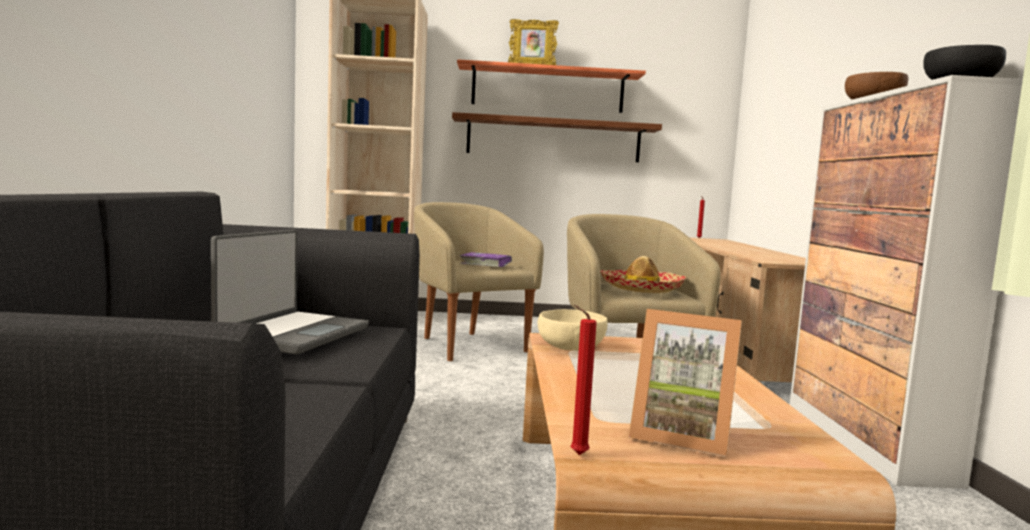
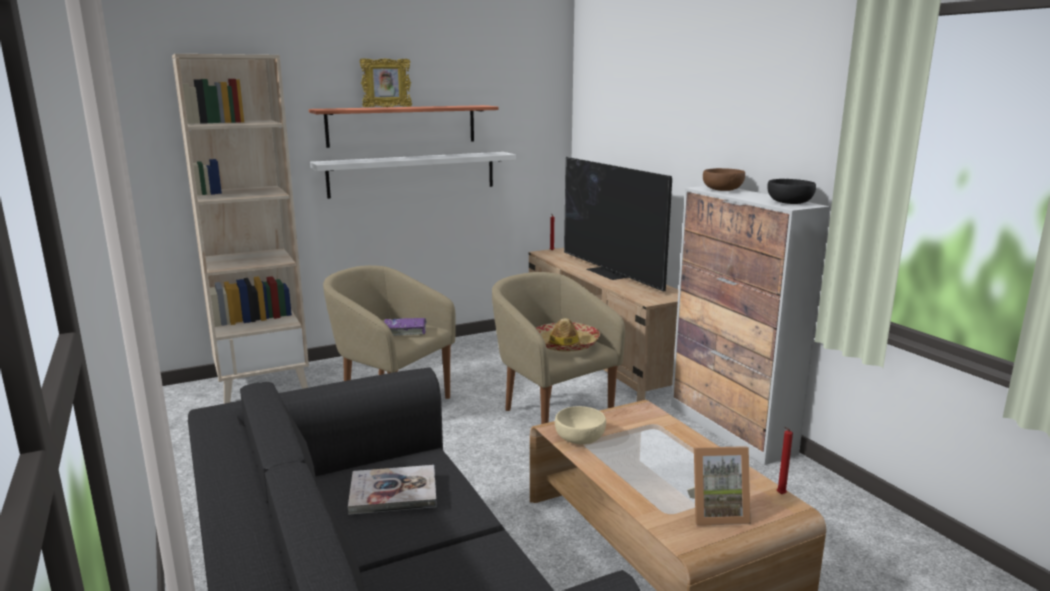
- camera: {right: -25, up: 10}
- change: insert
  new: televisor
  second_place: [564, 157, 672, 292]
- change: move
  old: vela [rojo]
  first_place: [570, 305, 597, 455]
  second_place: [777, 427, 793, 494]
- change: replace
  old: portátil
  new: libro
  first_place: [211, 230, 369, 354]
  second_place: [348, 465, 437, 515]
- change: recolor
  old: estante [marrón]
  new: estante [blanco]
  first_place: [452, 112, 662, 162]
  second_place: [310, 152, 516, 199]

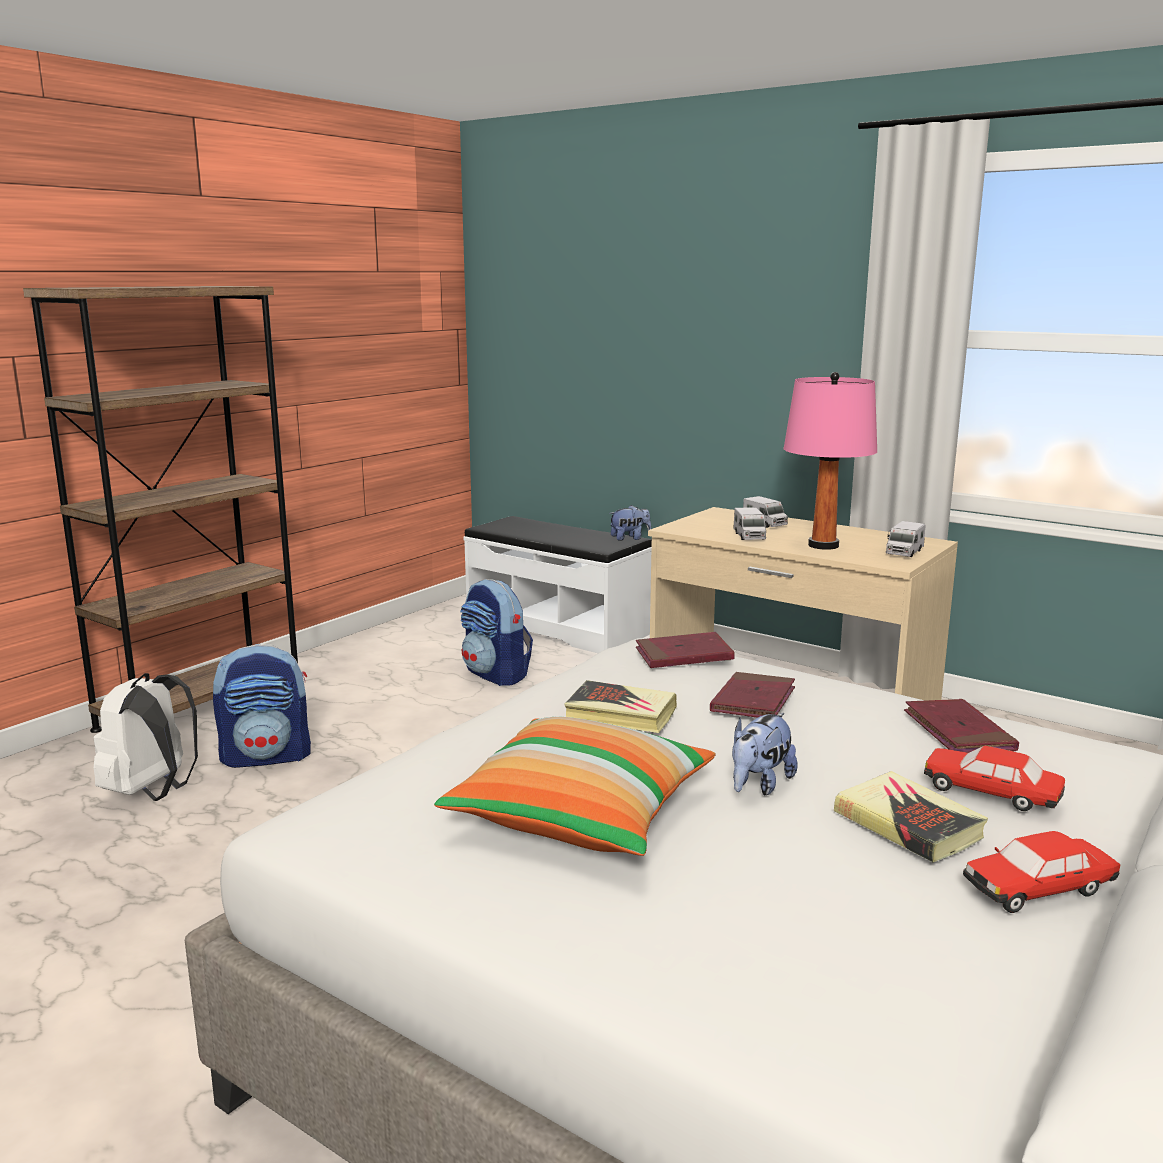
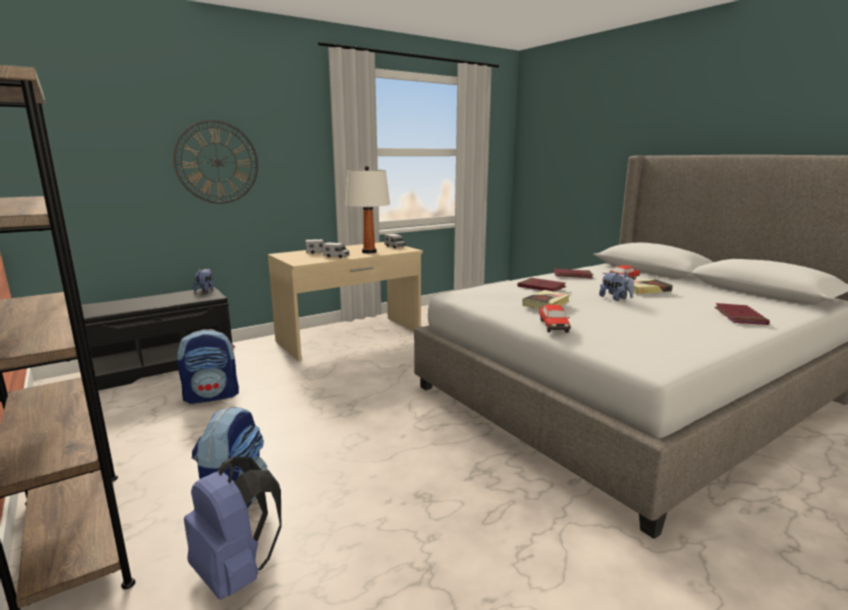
- camera: {right: -70, up: 0}
- change: delete
  old: cojín
  first_place: [434, 717, 716, 856]
- change: insert
  new: reloj de pared
  second_place: [173, 120, 258, 204]
- change: move
  old: libro [rojo]
  first_place: [636, 632, 735, 668]
  second_place: [715, 303, 770, 325]
- change: move
  old: coche de juguete
  first_place: [963, 831, 1120, 913]
  second_place: [539, 304, 571, 333]
- change: recolor
  old: mochila [blanco]
  new: mochila [azul]
  first_place: [94, 673, 198, 801]
  second_place: [184, 457, 281, 600]
- change: recolor
  old: banco [blanco]
  new: banco [negro]
  first_place: [463, 516, 652, 653]
  second_place: [81, 287, 233, 391]
- change: recolor
  old: lámpara de mesa [rosa]
  new: lámpara de mesa [blanco]
  first_place: [784, 372, 877, 550]
  second_place: [345, 166, 390, 253]

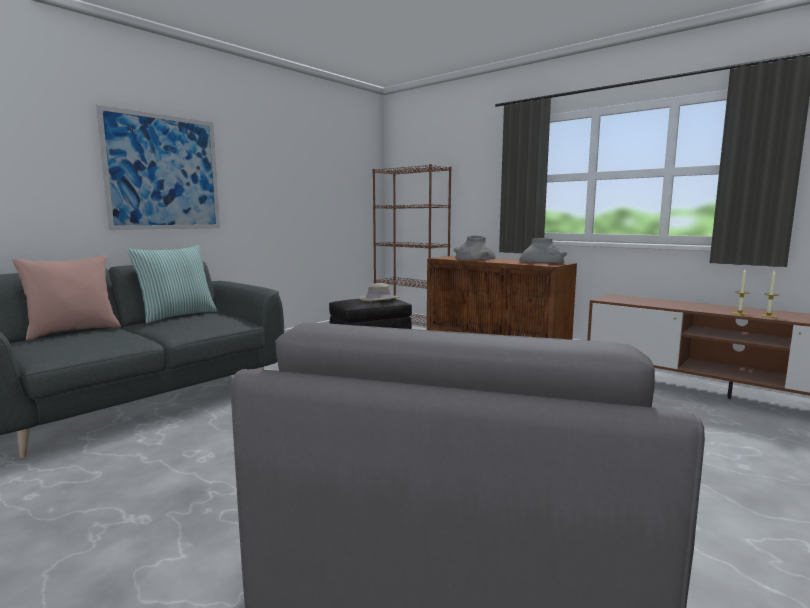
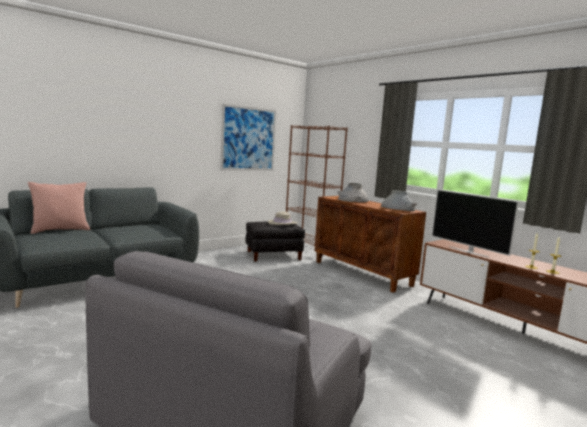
- camera: {right: 10, up: 0}
- change: delete
  old: cojín
  first_place: [127, 245, 218, 323]
- change: insert
  new: televisor
  second_place: [432, 189, 519, 257]
- change: move
  old: cuadro
  first_place: [96, 105, 220, 230]
  second_place: [220, 104, 276, 171]

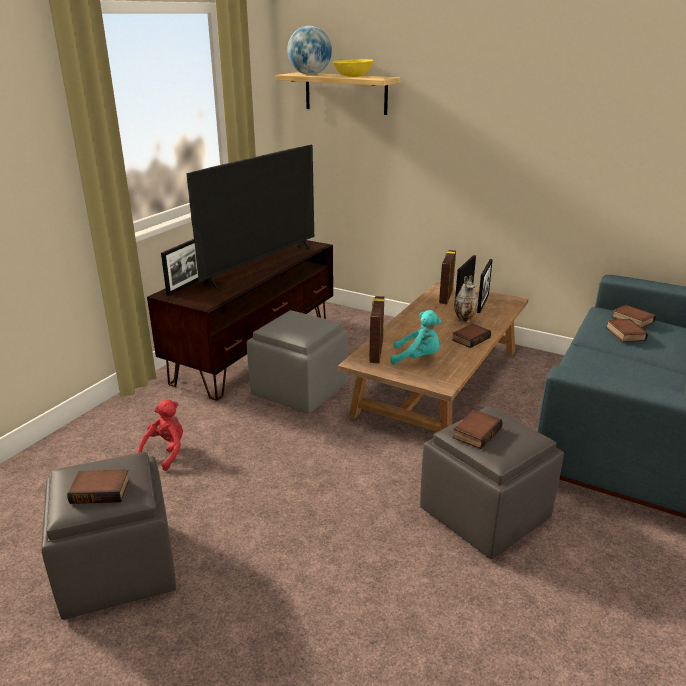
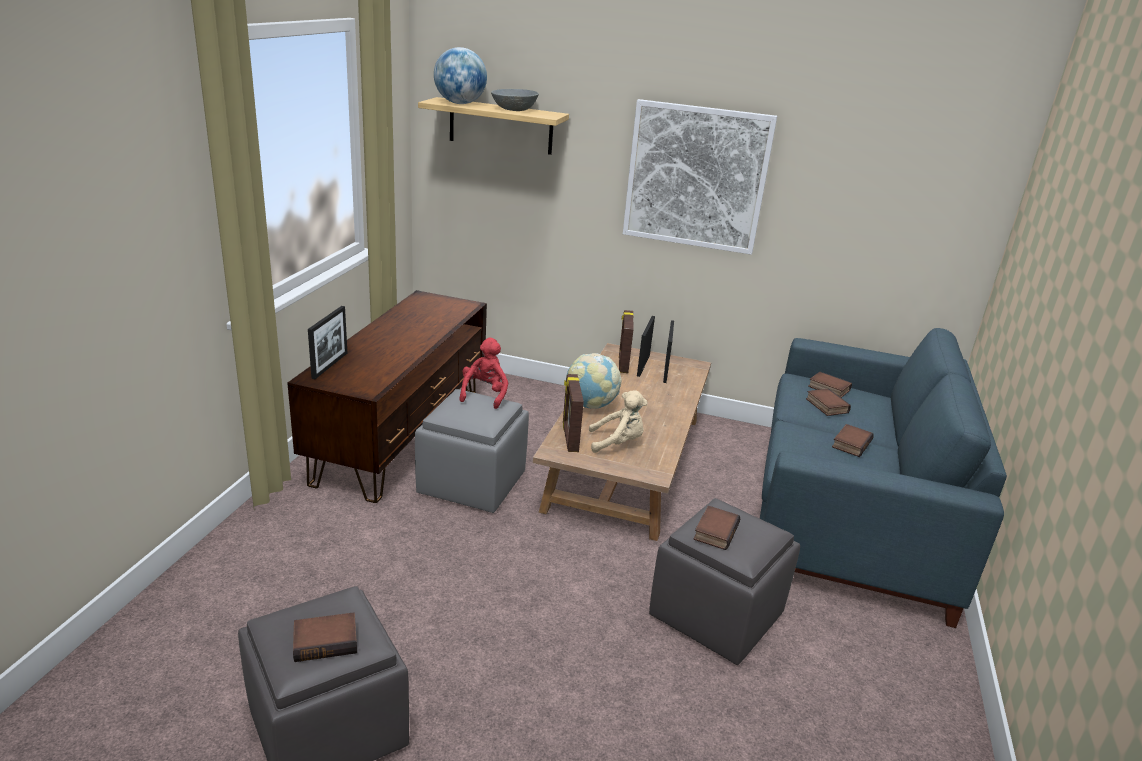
- camera: {right: -15, up: 0}
- change: delete
  old: televisor
  first_place: [186, 145, 314, 289]
- change: delete
  old: florero
  first_place: [454, 275, 478, 323]
- change: insert
  new: globo terráqueo
  second_place: [567, 353, 622, 409]
- change: insert
  new: cuadro
  second_place: [623, 99, 777, 255]
- change: move
  old: peluche [rojo]
  first_place: [136, 399, 183, 471]
  second_place: [459, 337, 508, 409]
- change: move
  old: libro
  first_place: [452, 324, 491, 348]
  second_place: [832, 424, 874, 457]
- change: recolor
  old: cuenco [amarillo]
  new: cuenco [gris]
  first_place: [333, 59, 374, 77]
  second_place: [491, 89, 539, 111]
- change: recolor
  old: peluche [turquesa]
  new: peluche [beis]
  first_place: [390, 310, 441, 365]
  second_place: [589, 390, 647, 453]

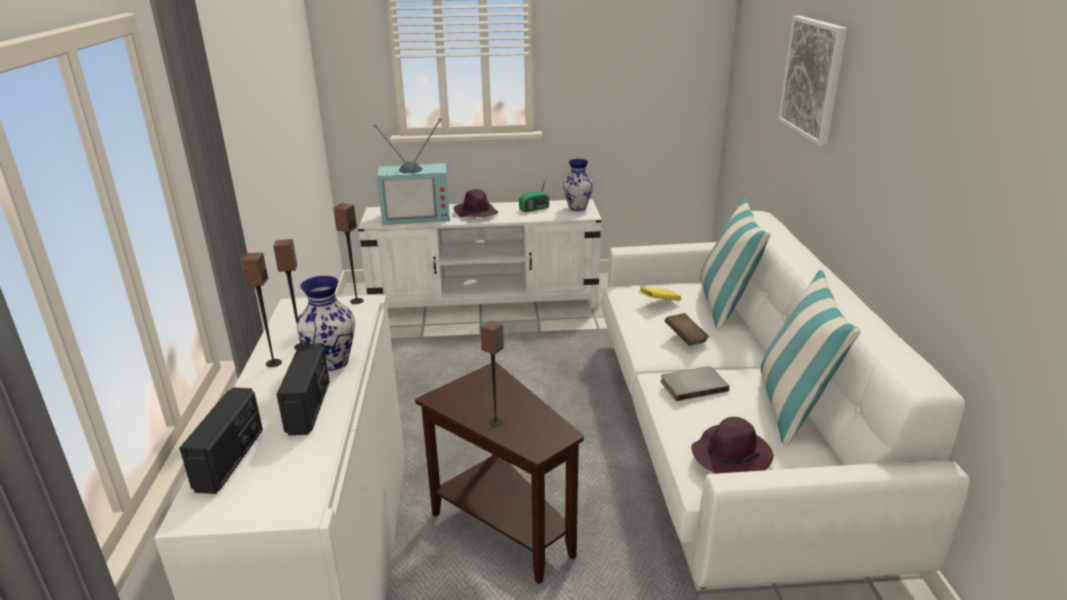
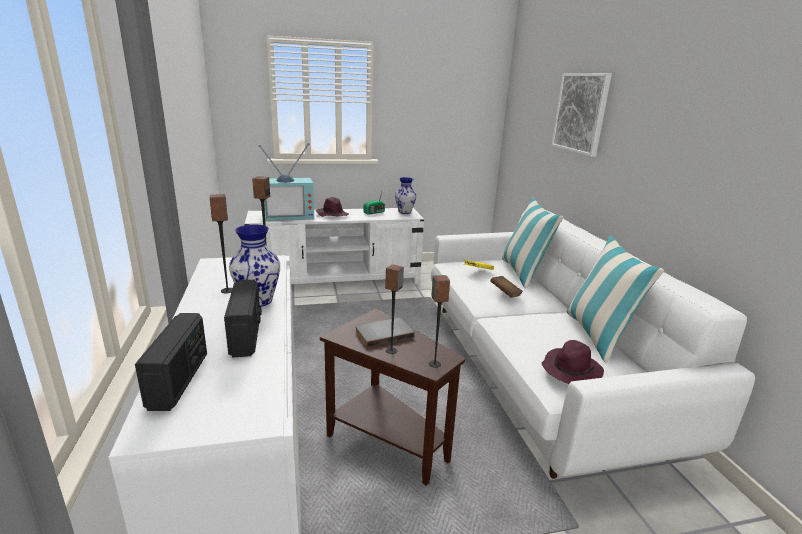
- camera: {right: -10, up: -5}
- change: move
  old: altavoz
  first_place: [240, 253, 282, 367]
  second_place: [429, 275, 450, 368]
- change: move
  old: libro [gris]
  first_place: [660, 366, 730, 401]
  second_place: [355, 317, 415, 347]

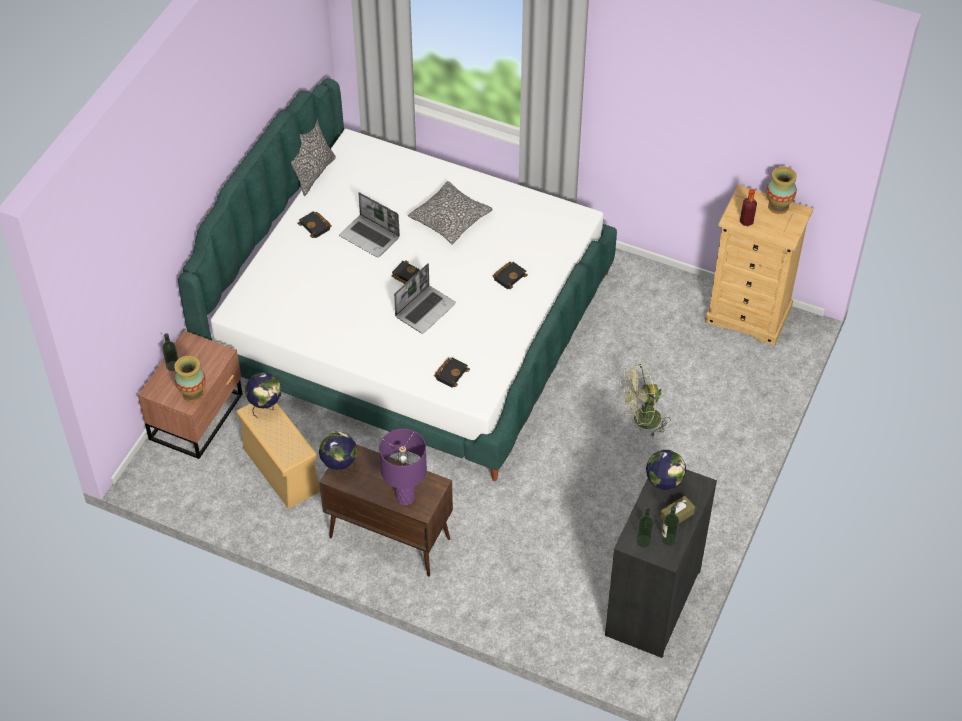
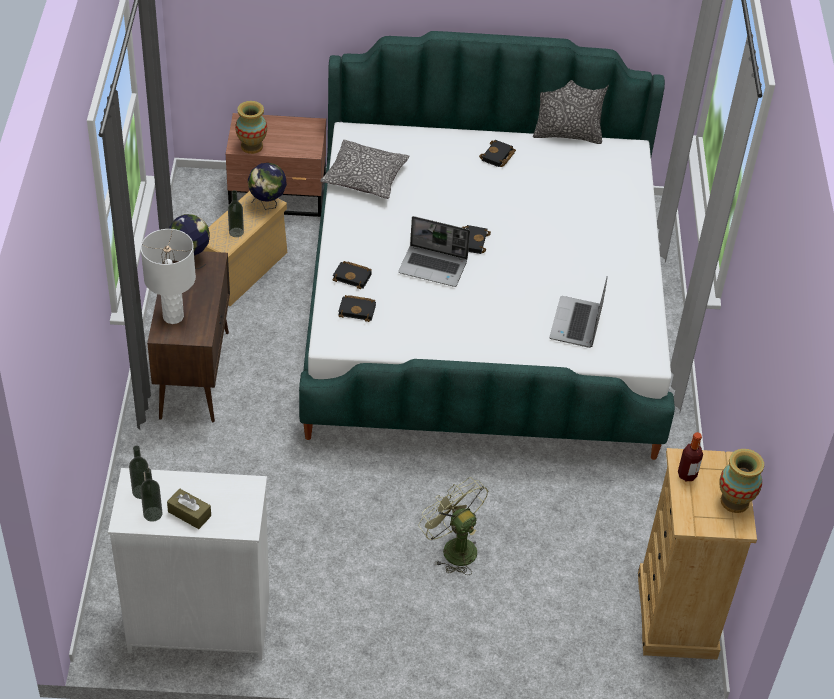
- camera: {right: 65, up: -5}
- change: delete
  old: globo terráqueo
  first_place: [646, 450, 686, 502]
- change: move
  old: botella
  first_place: [162, 333, 178, 371]
  second_place: [228, 190, 244, 237]
- change: move
  old: portátil
  first_place: [339, 192, 400, 258]
  second_place: [549, 277, 608, 348]
- change: move
  old: cojín
  first_place: [408, 181, 493, 245]
  second_place: [320, 140, 409, 199]
- change: move
  old: libro [negro]
  first_place: [493, 262, 528, 289]
  second_place: [332, 261, 372, 289]
- change: recolor
  old: lámpara de mesa [morado]
  new: lámpara de mesa [blanco]
  first_place: [379, 429, 427, 505]
  second_place: [141, 229, 196, 324]
- change: recolor
  old: cómoda [negro]
  new: cómoda [blanco]
  first_place: [605, 469, 717, 658]
  second_place: [108, 468, 270, 660]

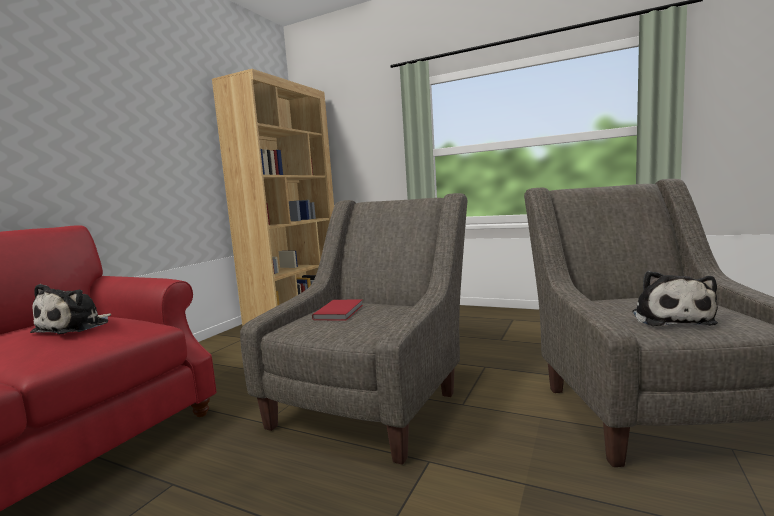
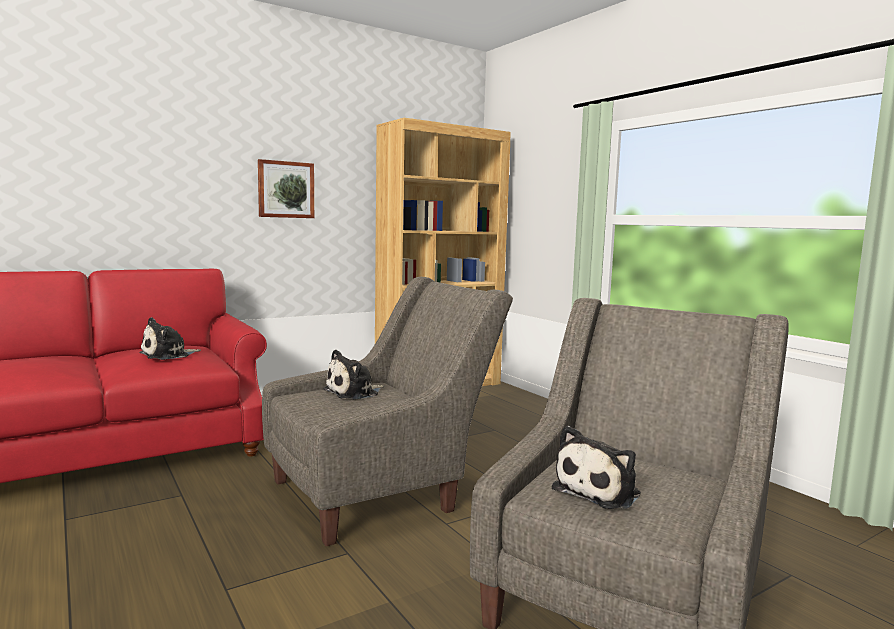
- camera: {right: 30, up: 0}
- change: insert
  new: cuadro
  second_place: [258, 159, 314, 218]
- change: replace
  old: libro [rojo]
  new: peluche
  first_place: [312, 300, 363, 321]
  second_place: [323, 350, 385, 400]

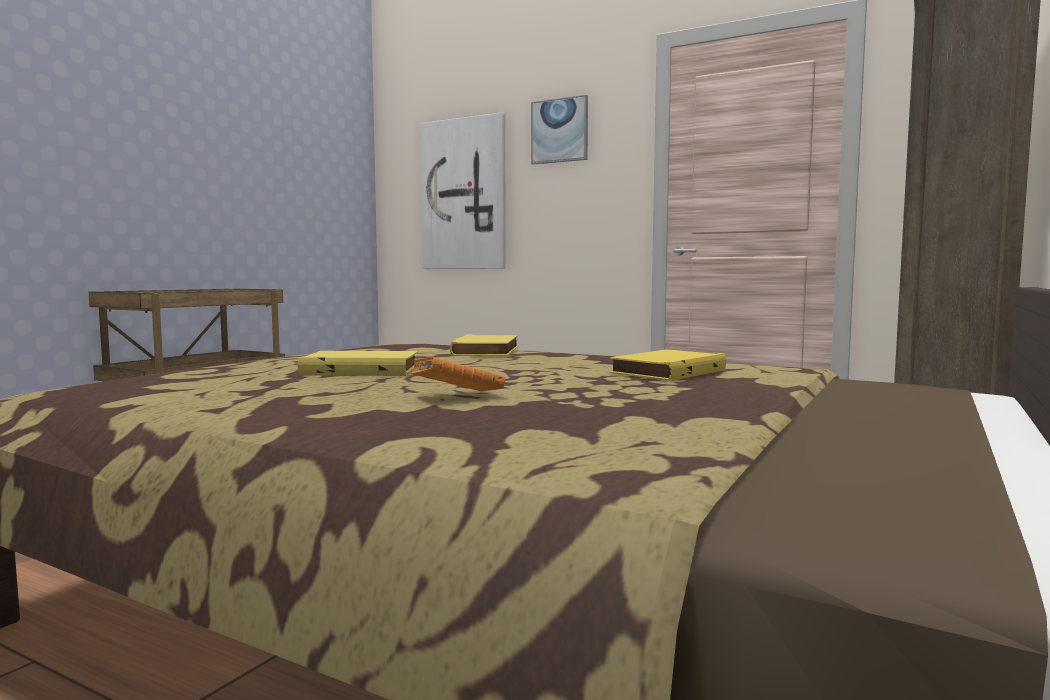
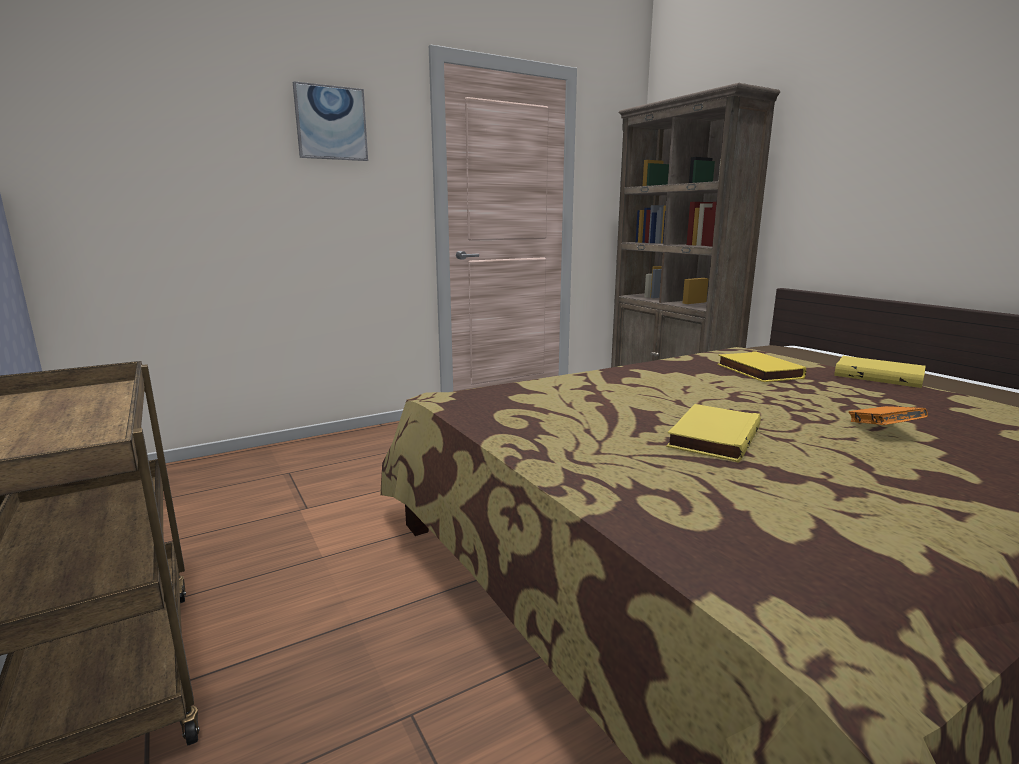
- camera: {right: -60, up: 10}
- change: delete
  old: cuadro
  first_place: [421, 113, 506, 269]
- change: move
  old: libro [amarillo]
  first_place: [450, 334, 518, 356]
  second_place: [834, 356, 926, 388]

